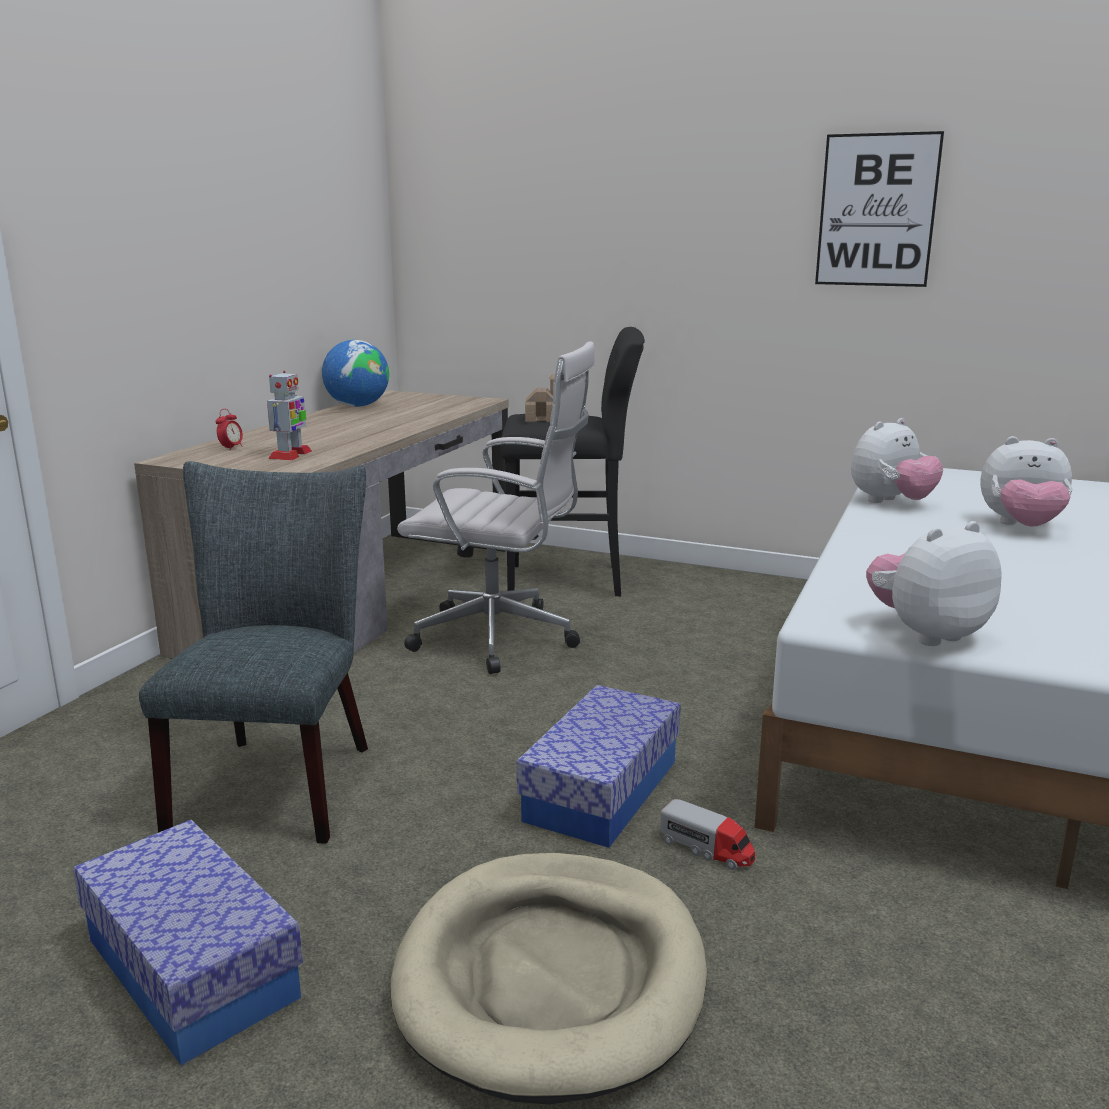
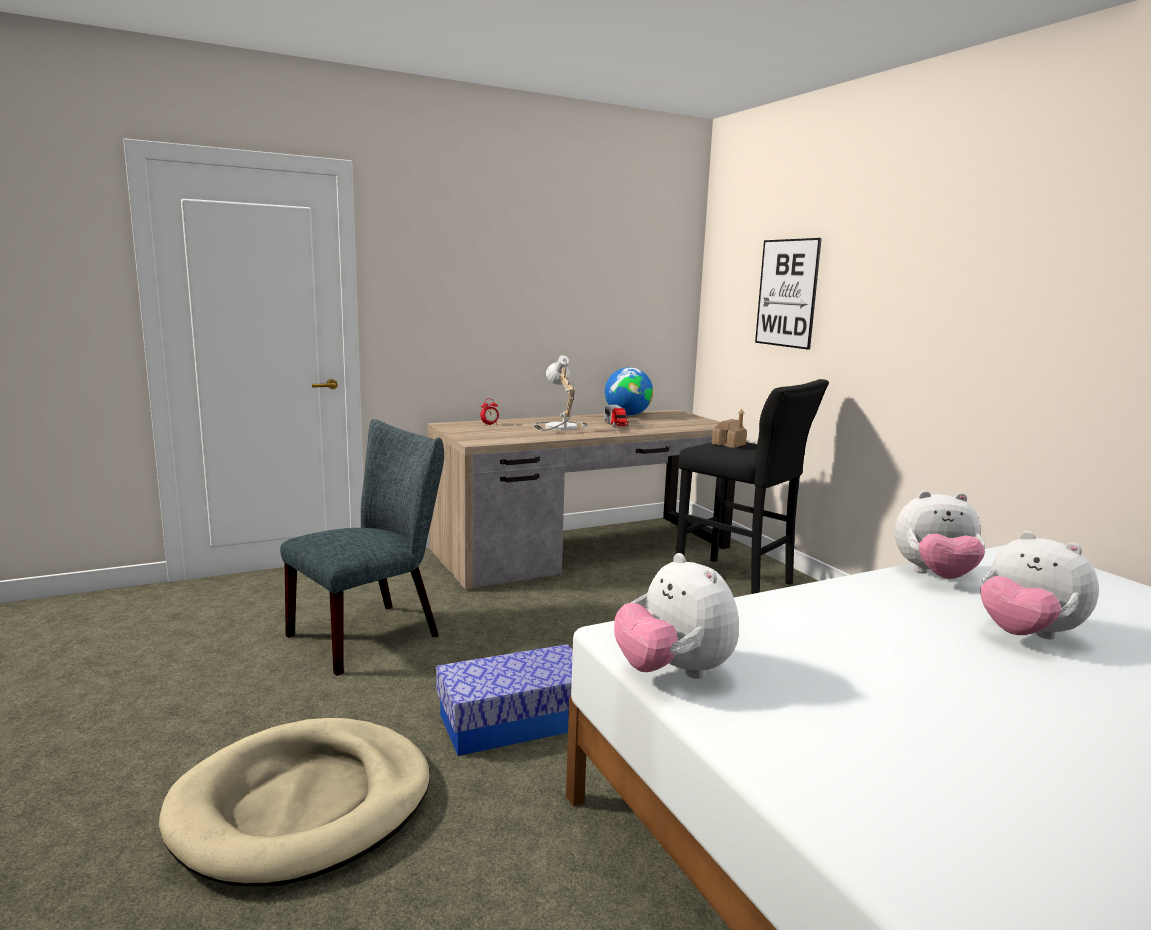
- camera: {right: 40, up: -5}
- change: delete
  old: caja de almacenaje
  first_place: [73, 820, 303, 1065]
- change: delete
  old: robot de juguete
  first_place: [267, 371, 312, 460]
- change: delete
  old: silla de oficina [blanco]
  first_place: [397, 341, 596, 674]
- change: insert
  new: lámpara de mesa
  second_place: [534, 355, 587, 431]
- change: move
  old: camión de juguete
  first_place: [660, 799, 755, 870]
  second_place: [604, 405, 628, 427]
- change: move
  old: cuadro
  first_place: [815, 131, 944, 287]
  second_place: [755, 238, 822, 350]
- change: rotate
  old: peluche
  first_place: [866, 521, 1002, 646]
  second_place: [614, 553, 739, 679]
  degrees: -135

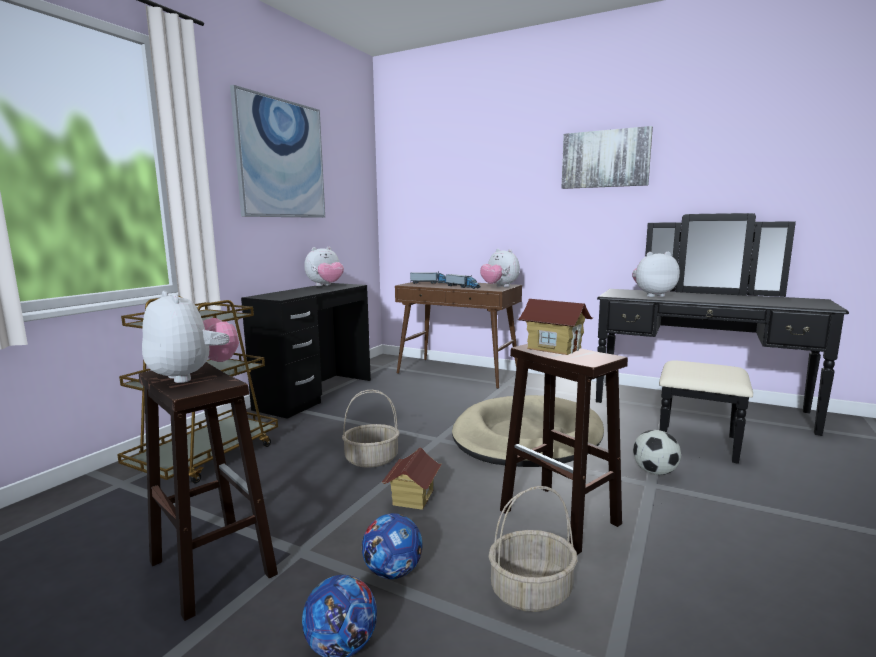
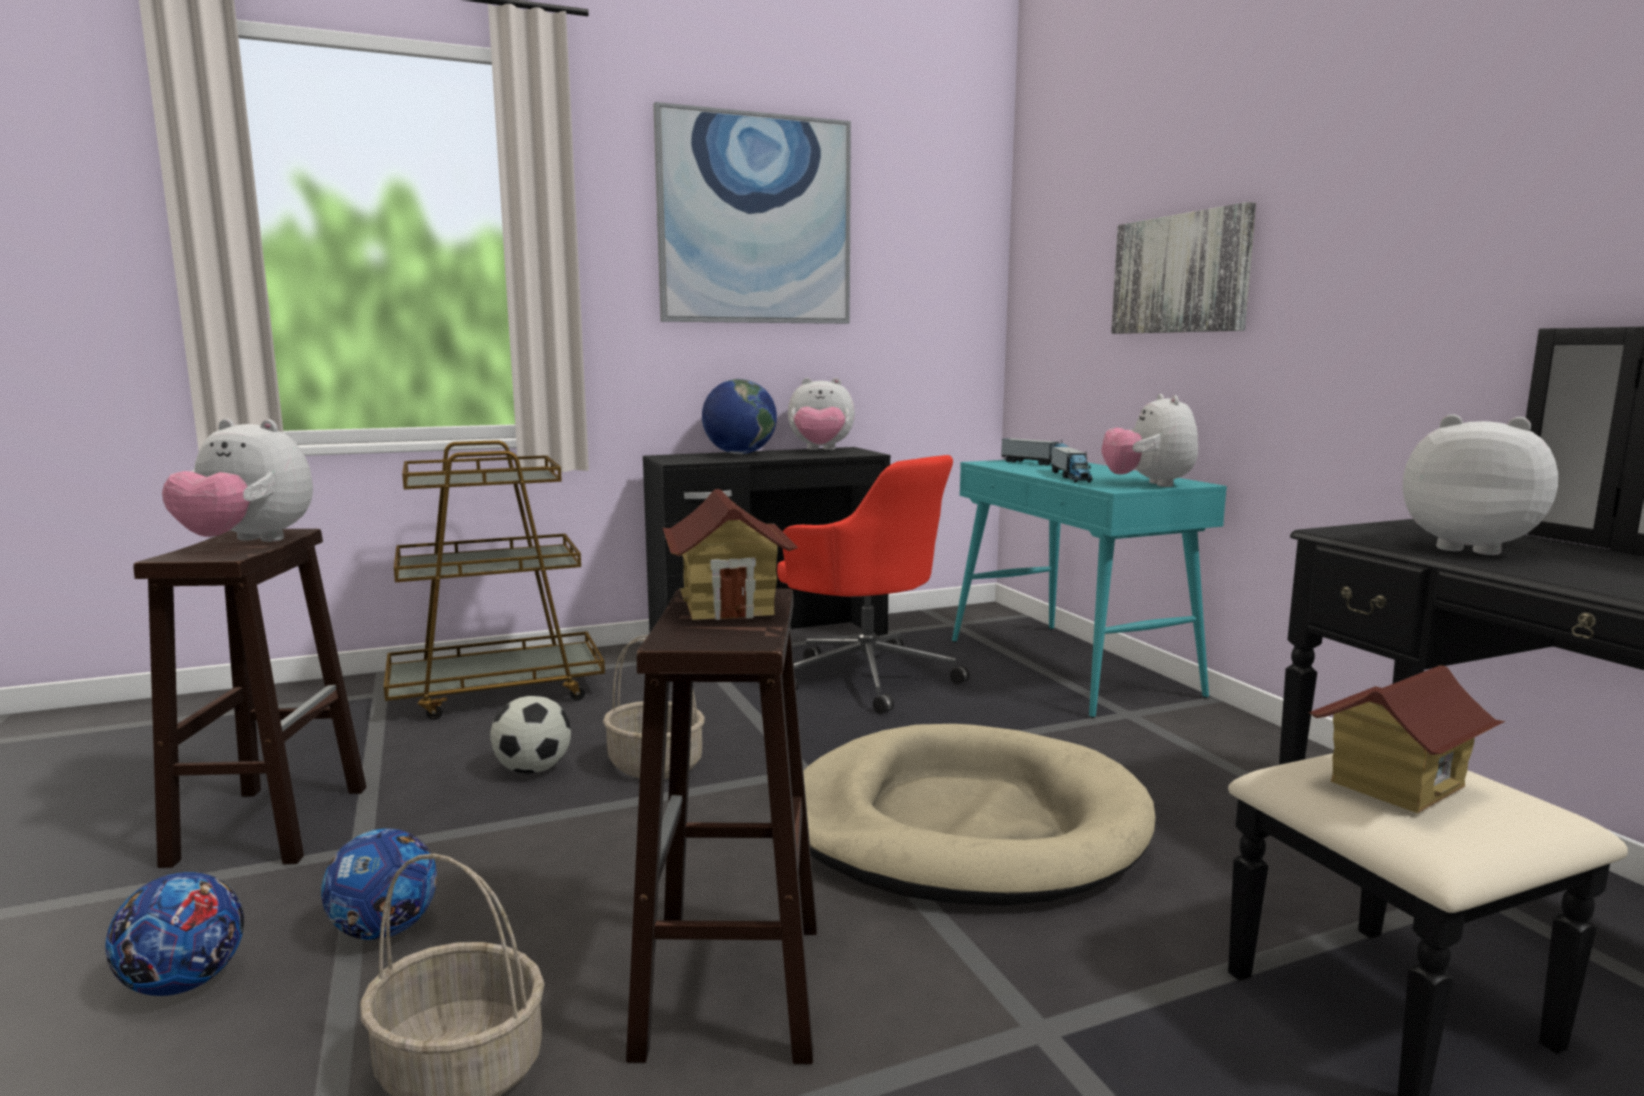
- camera: {right: 40, up: 0}
- change: insert
  new: globo terráqueo
  second_place: [702, 379, 777, 454]
- change: insert
  new: silla de oficina [rojo]
  second_place: [777, 455, 970, 714]
- change: move
  old: casita
  first_place: [382, 447, 442, 510]
  second_place: [1308, 665, 1505, 813]
- change: move
  old: cuadro
  first_place: [561, 126, 653, 189]
  second_place: [1111, 202, 1256, 334]
- change: move
  old: balón de fútbol
  first_place: [633, 430, 681, 475]
  second_place: [490, 696, 571, 773]
- change: recolor
  old: mesa consola [marrón]
  new: mesa consola [turquesa]
  first_place: [395, 282, 522, 389]
  second_place: [952, 459, 1227, 718]
- change: rotate
  old: peluche
  first_place: [142, 291, 239, 383]
  second_place: [162, 419, 313, 542]
  degrees: 105

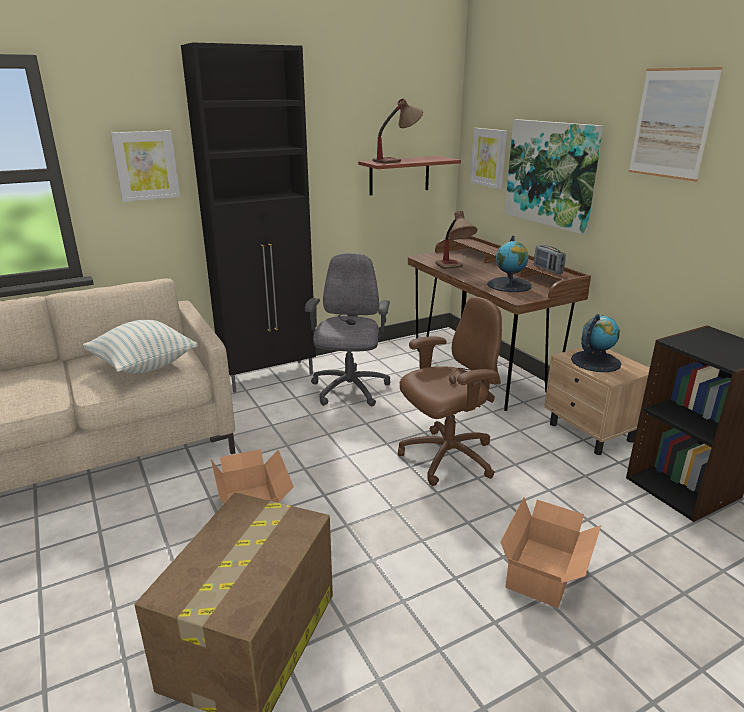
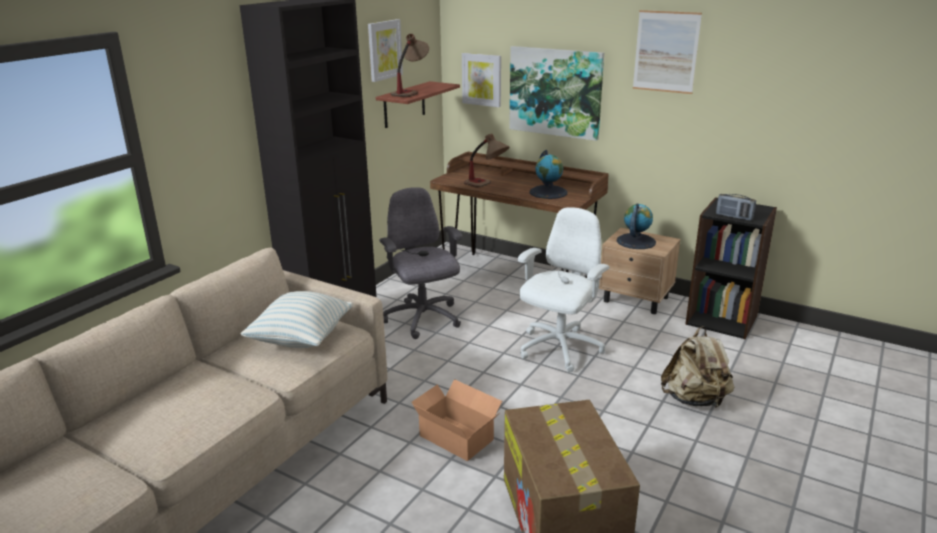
- camera: {right: -30, up: 0}
- change: move
  old: cuadro
  first_place: [110, 130, 180, 202]
  second_place: [368, 19, 403, 82]
- change: move
  old: radio
  first_place: [534, 245, 566, 274]
  second_place: [716, 194, 756, 221]
- change: replace
  old: caja de cartón
  new: mochila [beis]
  first_place: [500, 497, 601, 608]
  second_place: [661, 326, 734, 408]
- change: recolor
  old: silla de oficina [marrón]
  new: silla de oficina [blanco]
  first_place: [398, 297, 502, 486]
  second_place: [518, 207, 609, 372]

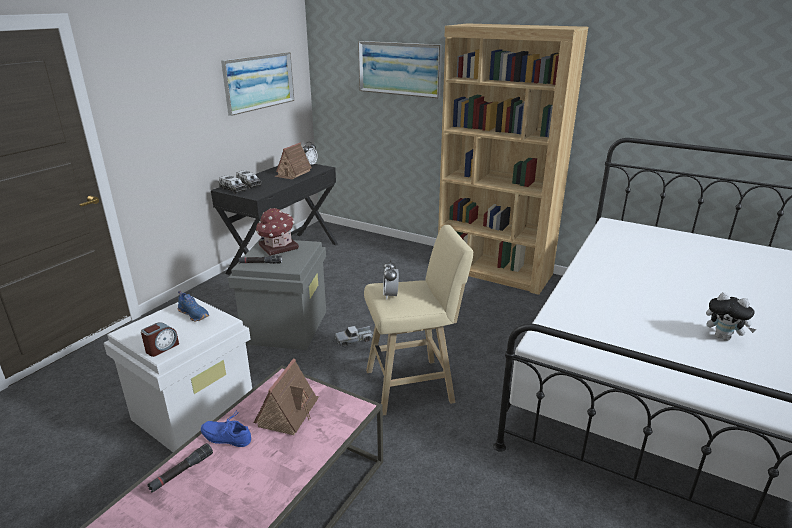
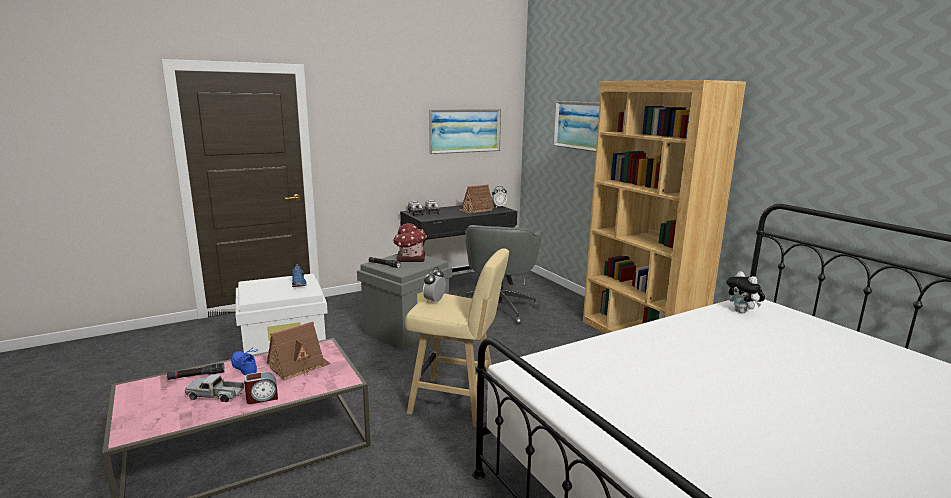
- camera: {right: 30, up: -10}
- change: insert
  new: silla de oficina [gris]
  second_place: [465, 225, 542, 324]
- change: move
  old: despertador
  first_place: [141, 322, 179, 357]
  second_place: [244, 372, 278, 404]
- change: move
  old: camión de juguete
  first_place: [335, 326, 374, 347]
  second_place: [185, 374, 244, 402]
- change: move
  old: peluche
  first_place: [706, 292, 756, 341]
  second_place: [726, 271, 765, 314]

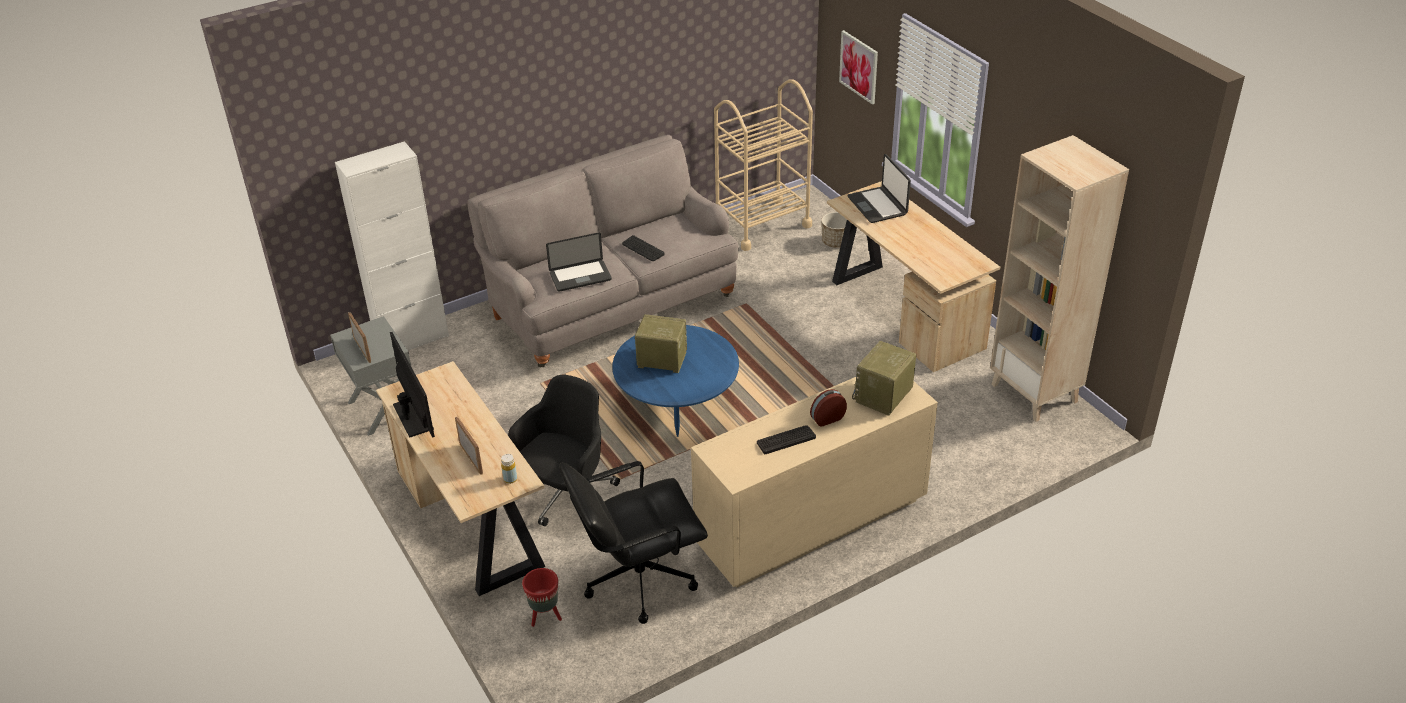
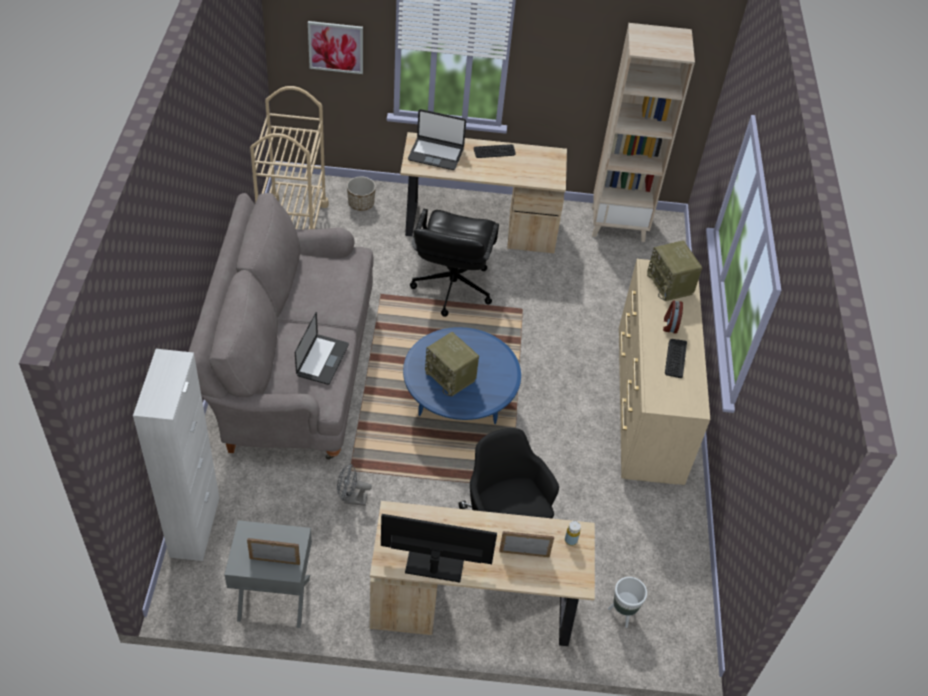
- camera: {right: -60, up: 10}
- change: insert
  new: ventilador [gris]
  second_place: [337, 464, 372, 506]
- change: move
  old: silla de oficina [negro]
  first_place: [560, 461, 708, 624]
  second_place: [410, 209, 499, 317]
- change: move
  old: teclado
  first_place: [622, 235, 665, 261]
  second_place: [474, 144, 516, 158]
- change: recolor
  old: maceta [rojo]
  new: maceta [blanco]
  first_place: [522, 568, 562, 627]
  second_place: [608, 577, 647, 628]
- change: rotate
  old: radio
  first_place: [635, 314, 687, 373]
  second_place: [425, 332, 479, 397]
  degrees: -90

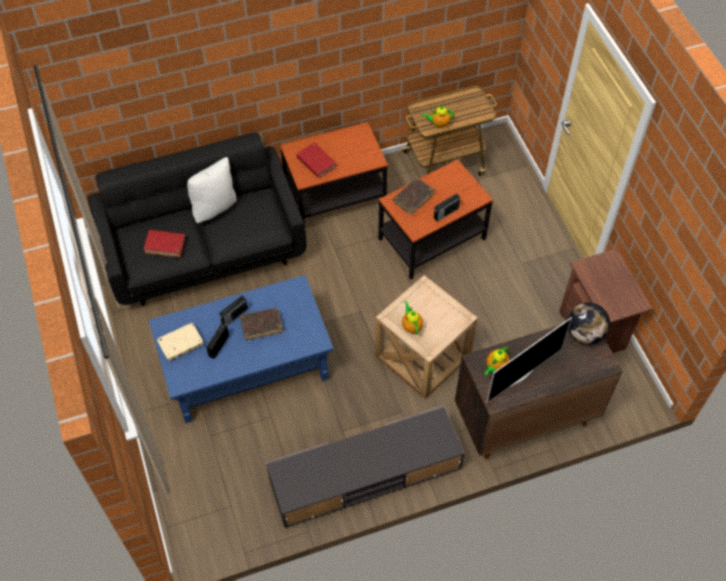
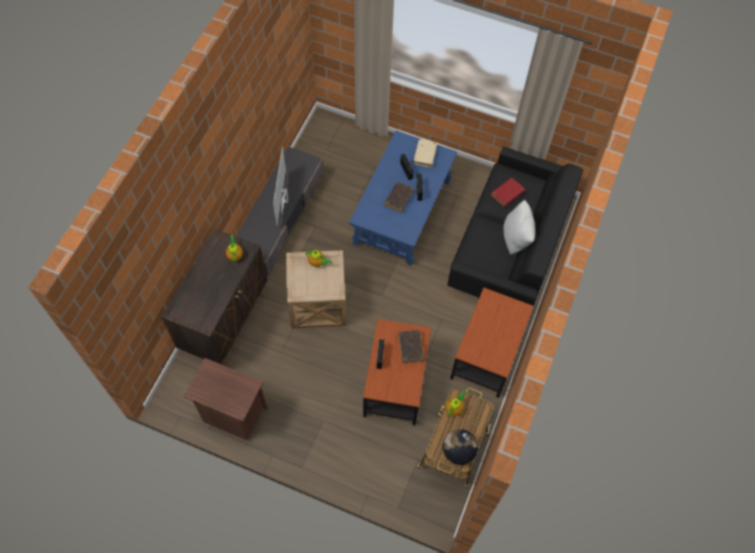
- camera: {right: 130, up: 5}
- change: delete
  old: libro [rojo]
  first_place: [297, 143, 336, 178]
- change: move
  old: televisor
  first_place: [486, 317, 572, 403]
  second_place: [273, 147, 288, 225]
- change: move
  old: globo terráqueo
  first_place: [567, 302, 610, 345]
  second_place: [443, 429, 478, 465]

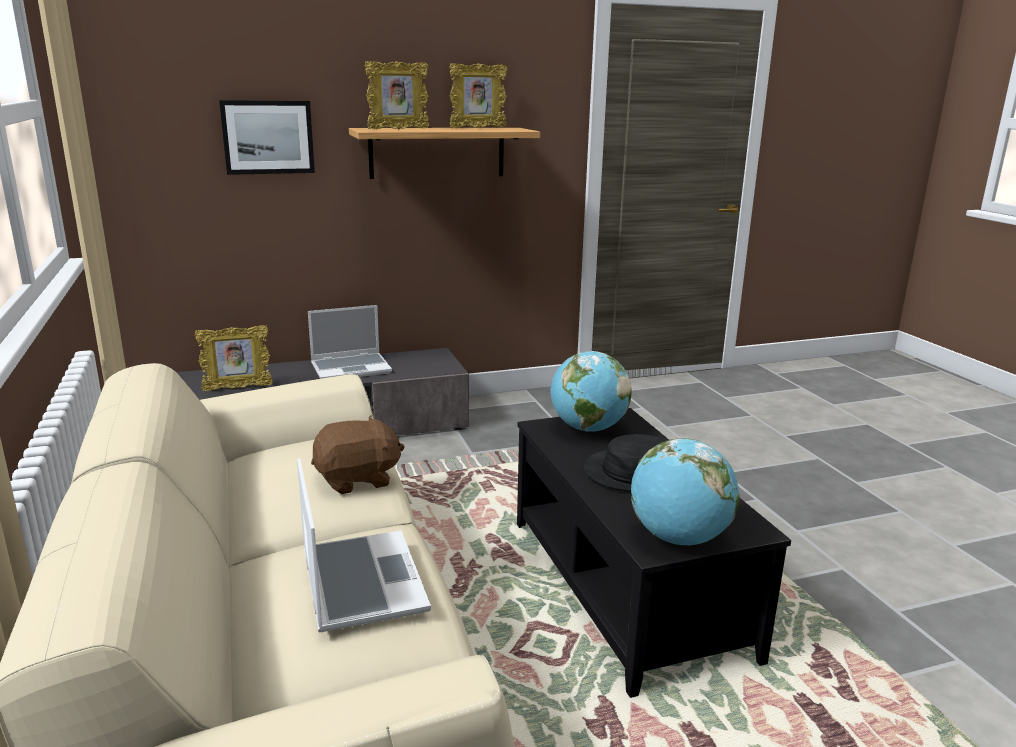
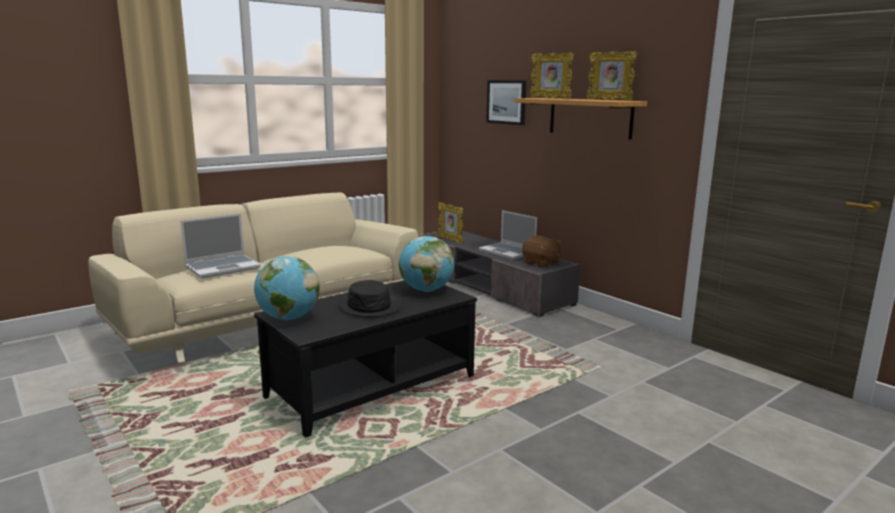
- camera: {right: 70, up: -5}
- change: move
  old: peluche [marrón]
  first_place: [311, 416, 405, 494]
  second_place: [522, 236, 561, 268]

